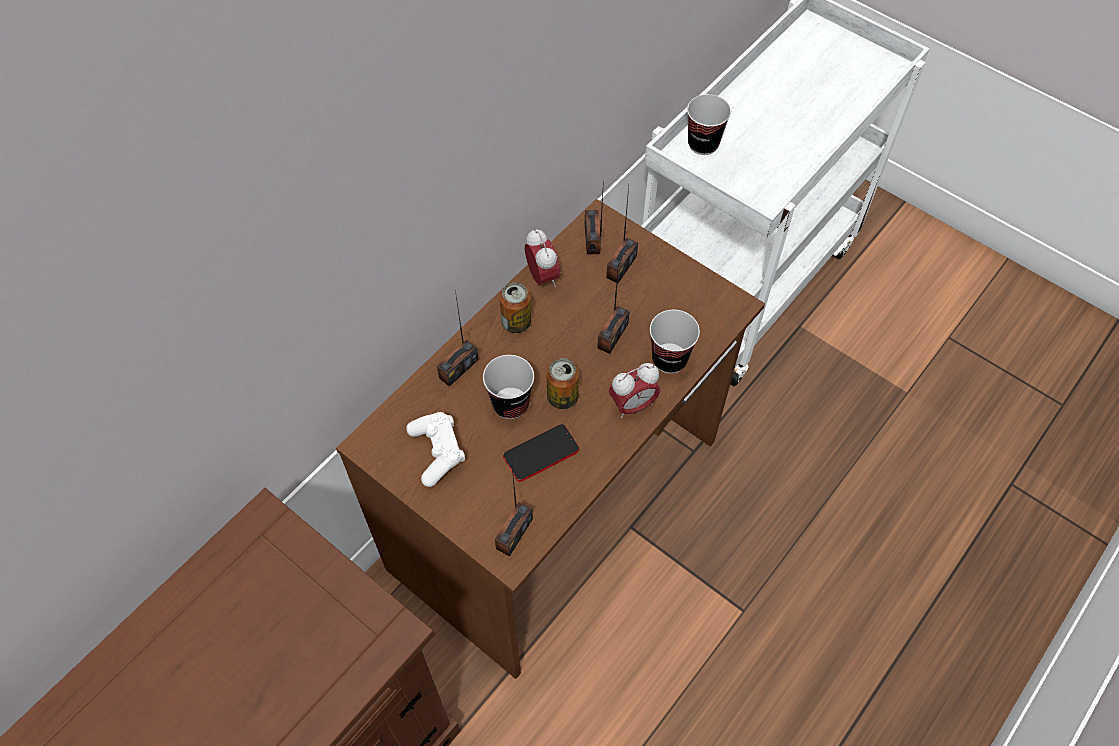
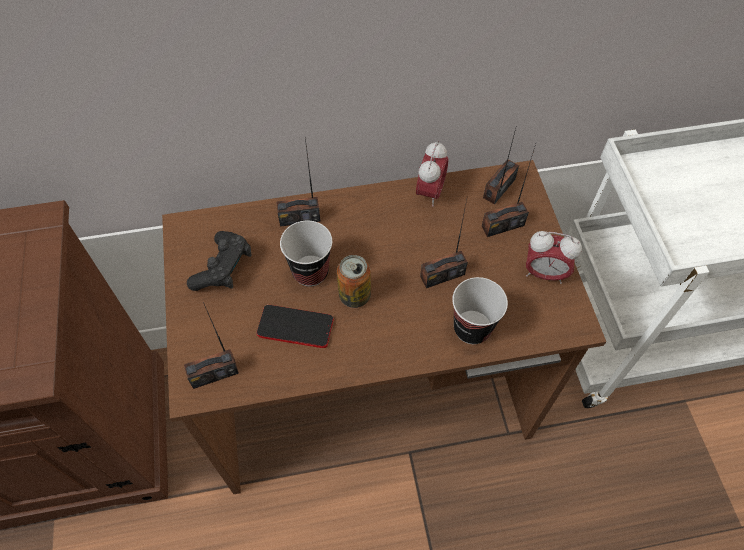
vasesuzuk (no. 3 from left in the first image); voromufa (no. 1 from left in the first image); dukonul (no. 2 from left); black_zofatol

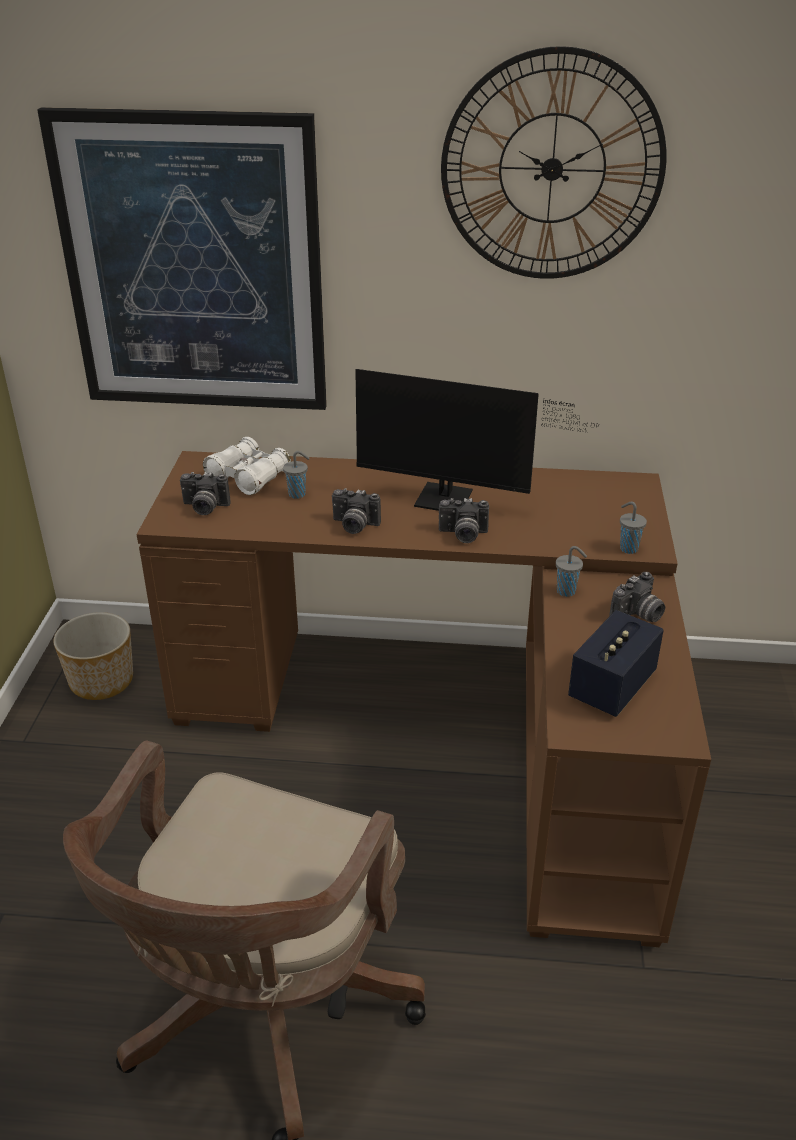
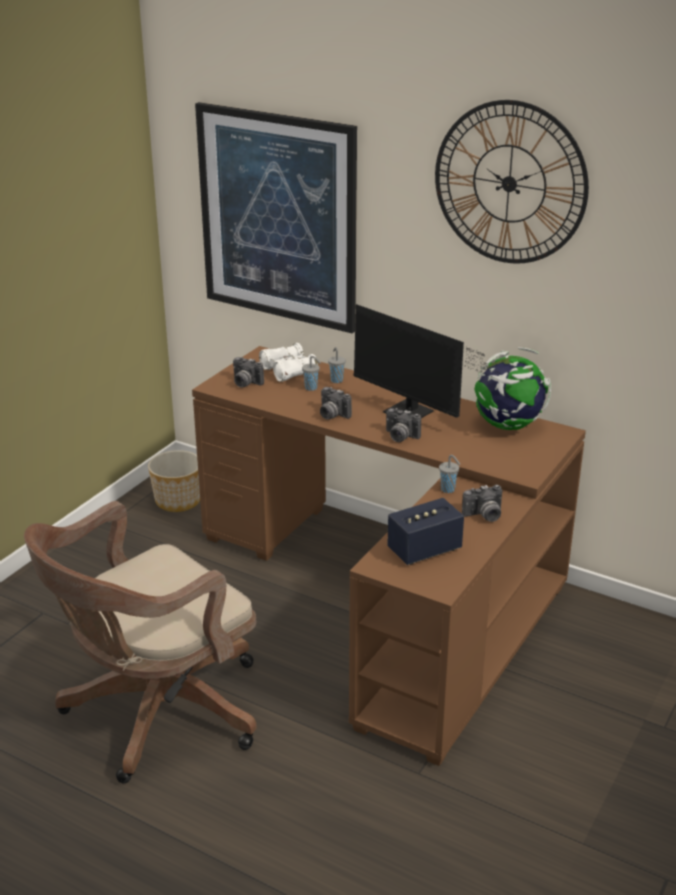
grey_vasesuzuk (no. 2 from left); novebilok

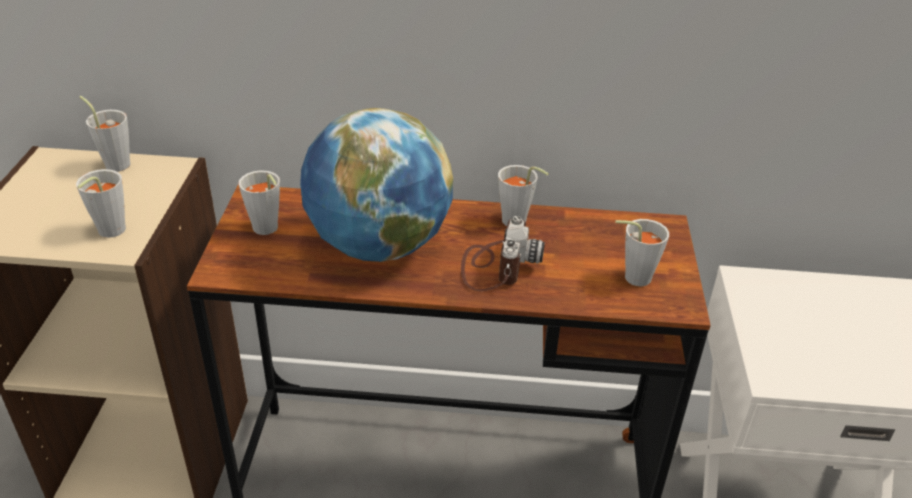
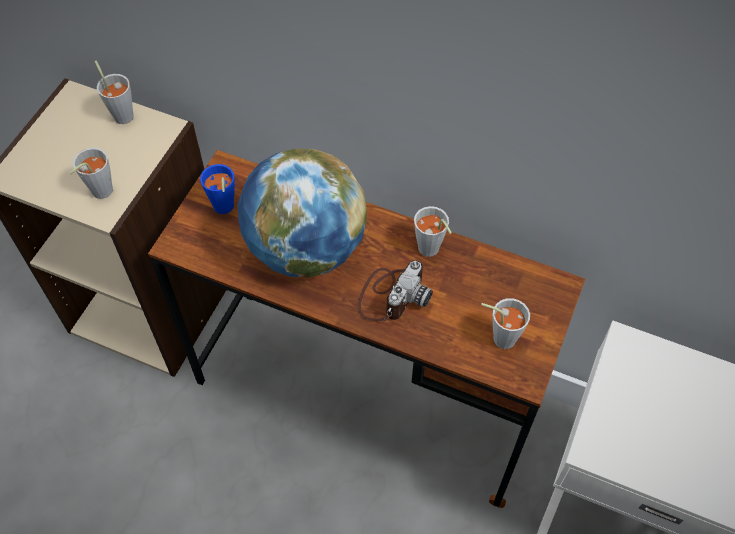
blue_vasesuzuk

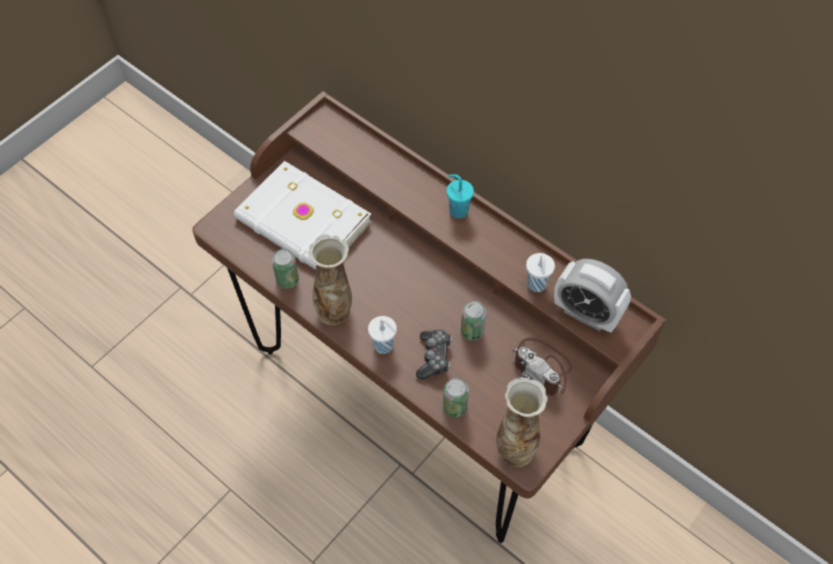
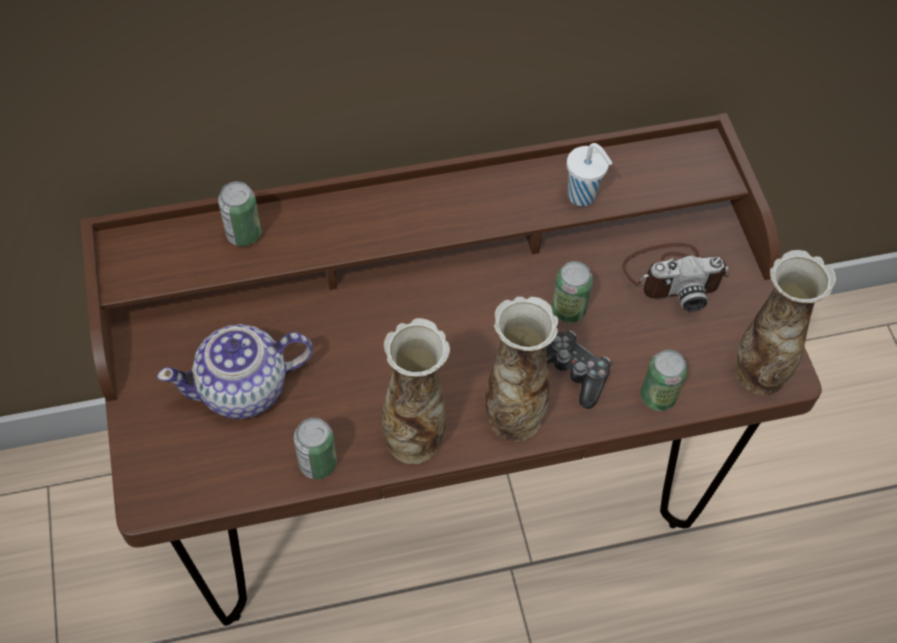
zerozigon; turquoise_vasesuzuk; dukonul; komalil (no. 2 from left); voromufa (no. 1 from left)

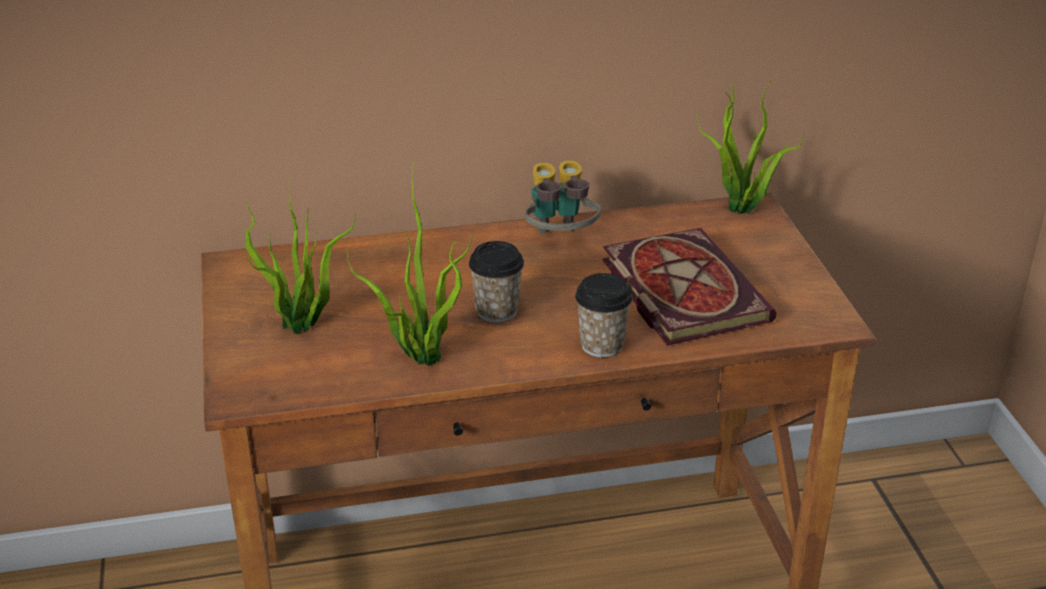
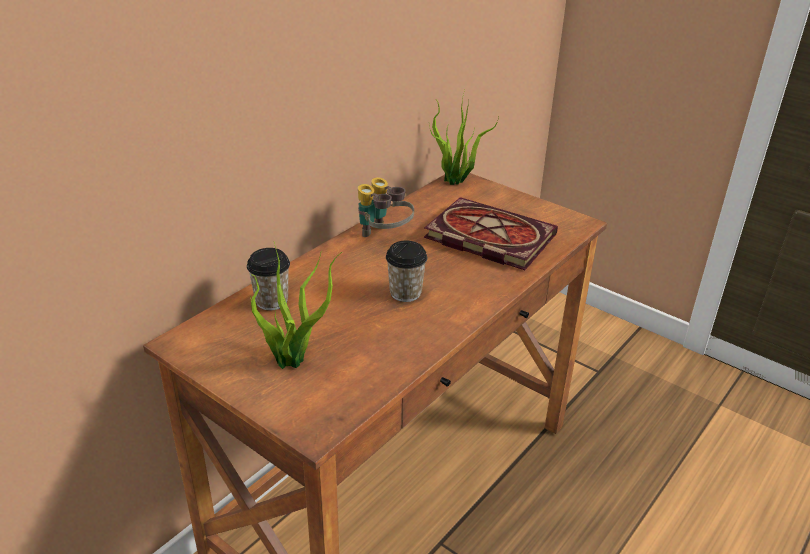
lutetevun (no. 2 from left in the first image); vasesuzuk (no. 1 from left)

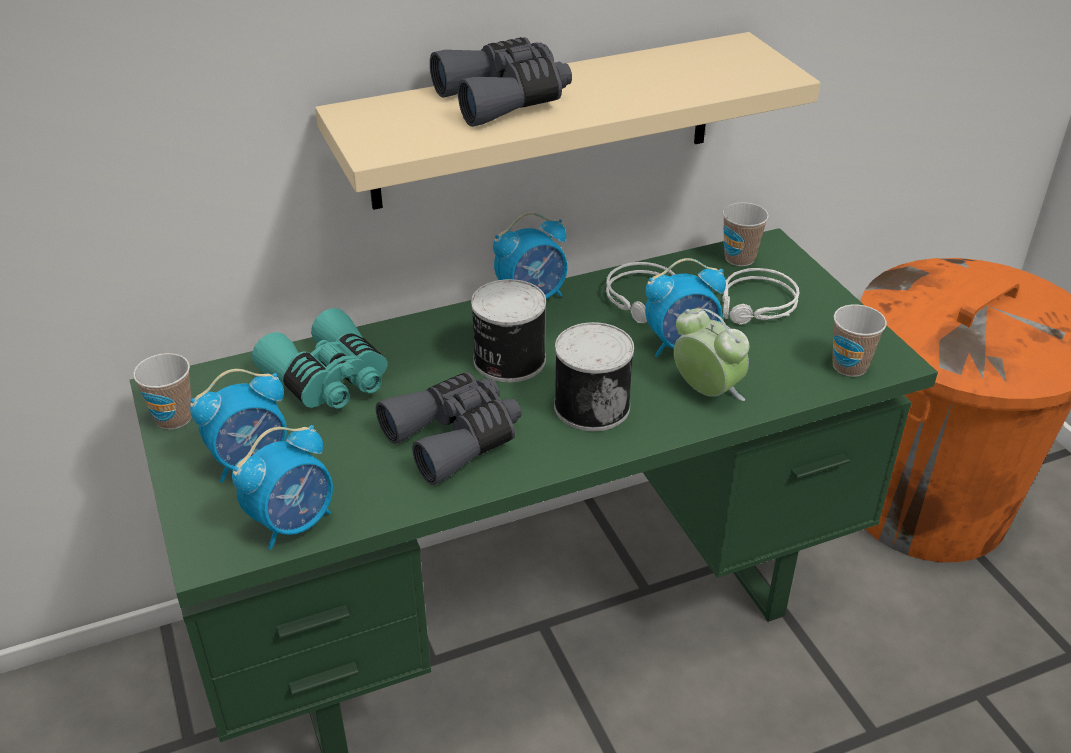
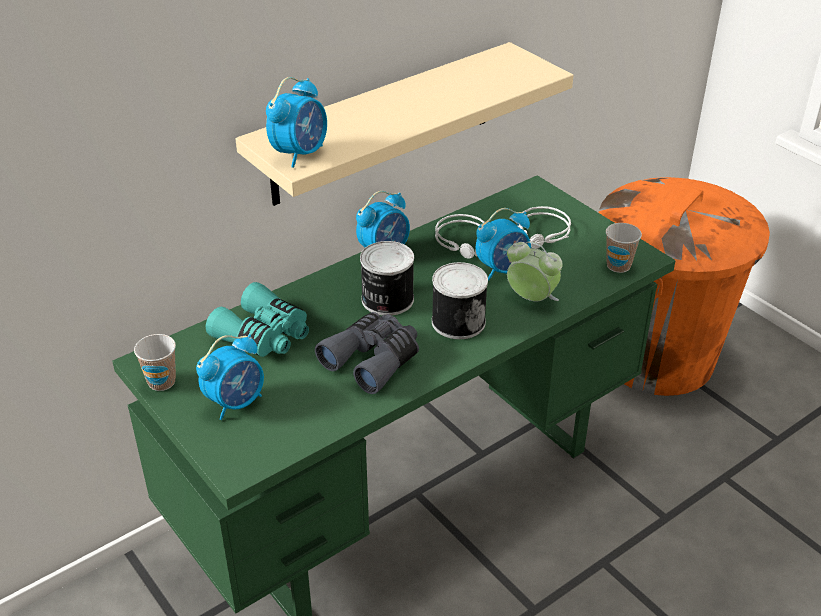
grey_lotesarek (no. 2 from left in the first image); vasesuzuk (no. 2 from left in the first image); dukonul (no. 2 from left)

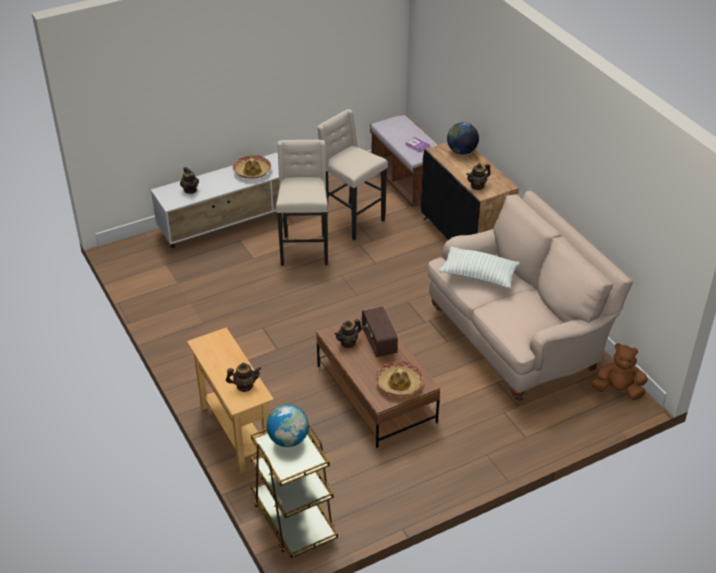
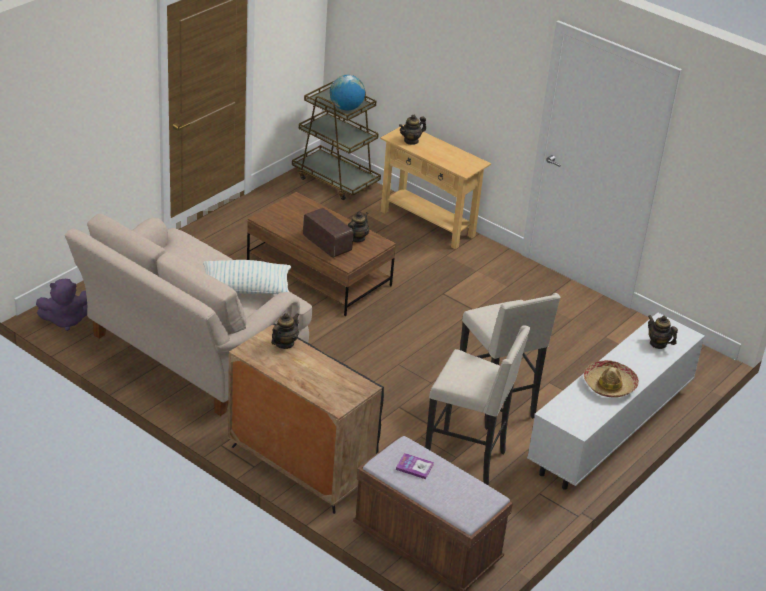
novebilok (no. 2 from left in the first image); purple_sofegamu; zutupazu (no. 2 from left in the first image)

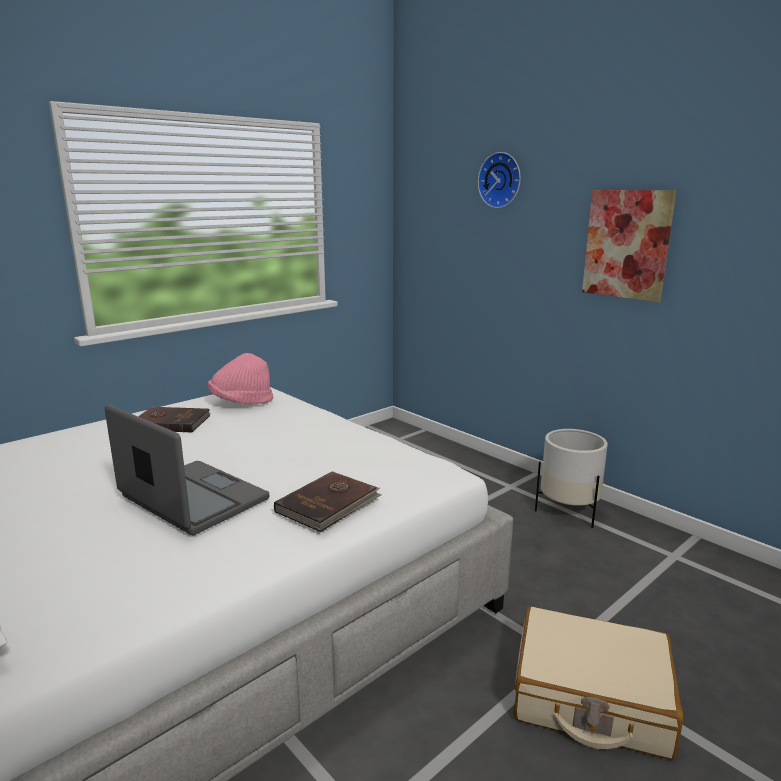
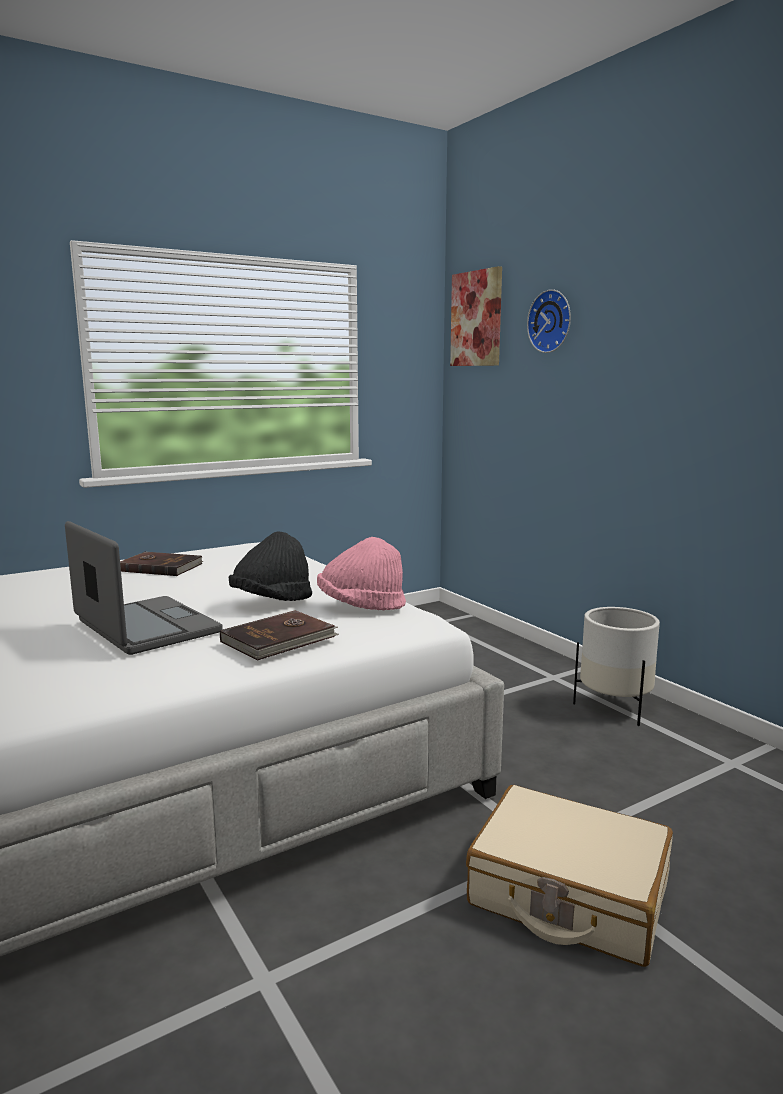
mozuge; pink_zutupazu; black_zutupazu

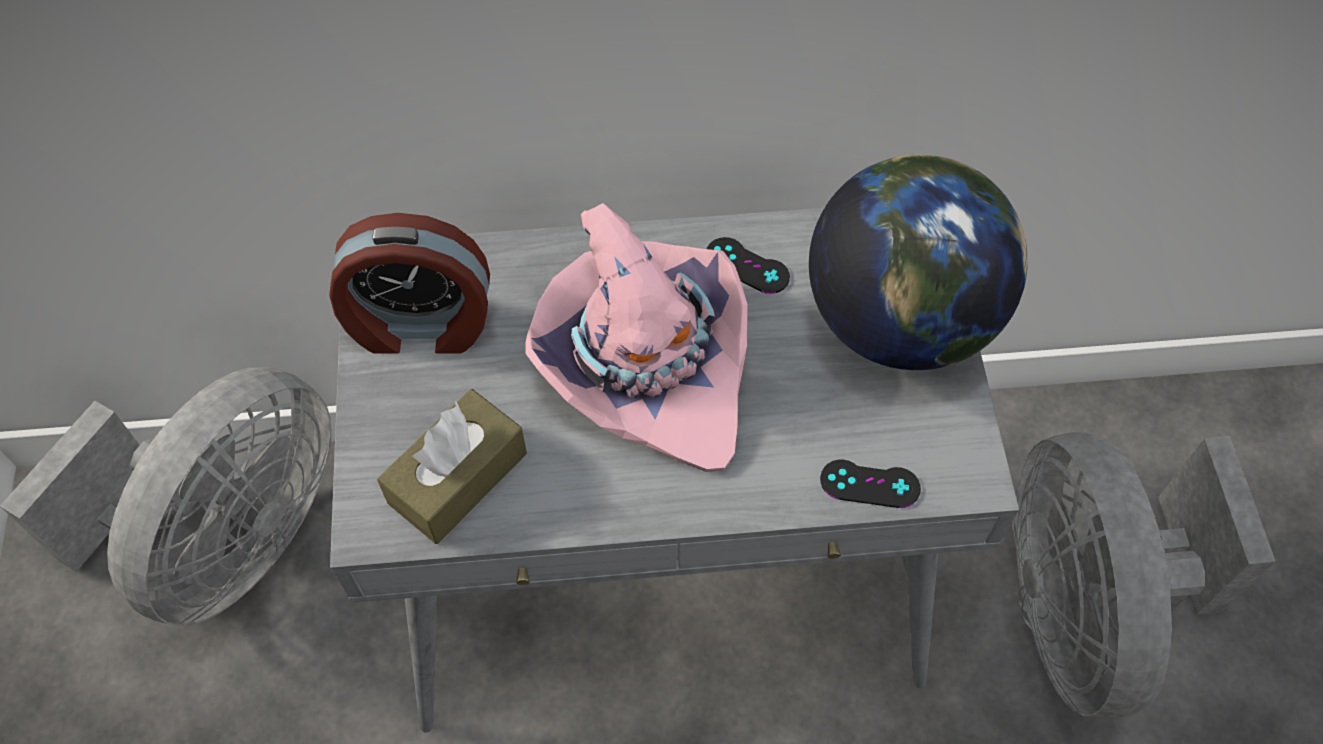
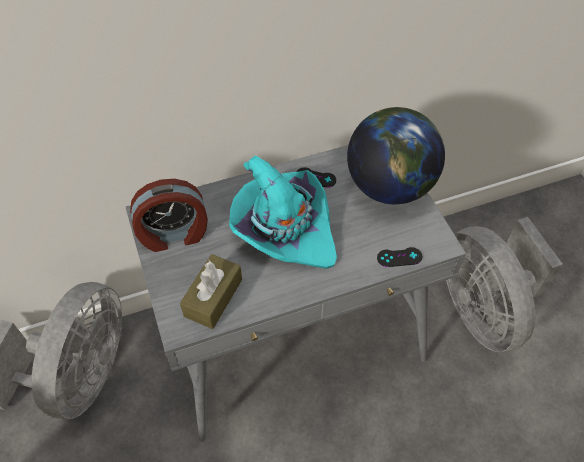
turquoise_zutupazu

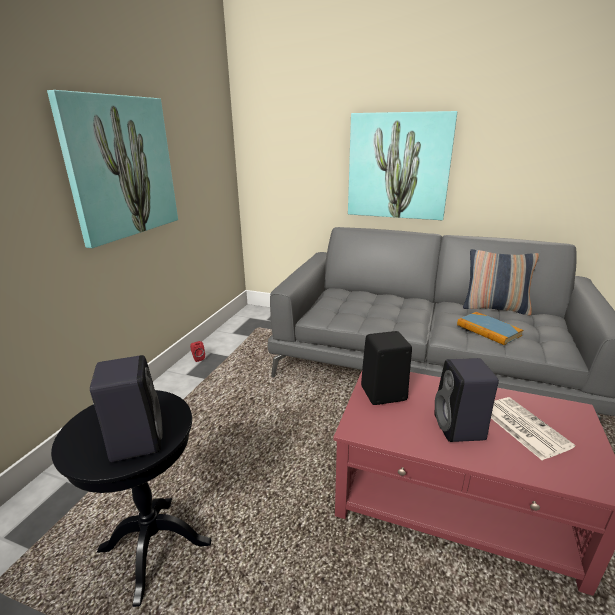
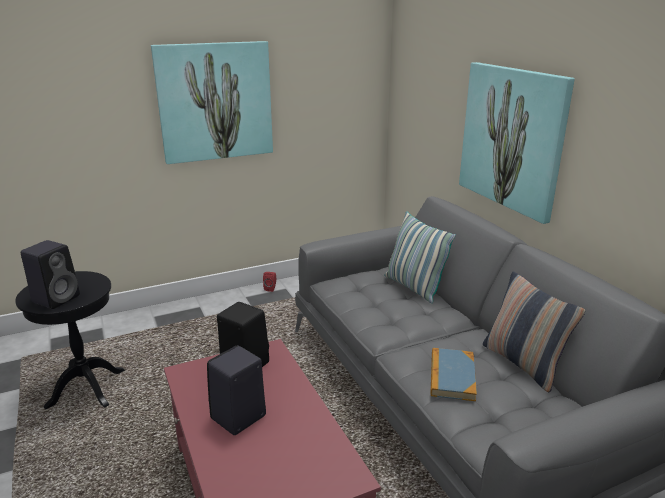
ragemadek; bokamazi (no. 1 from left)

